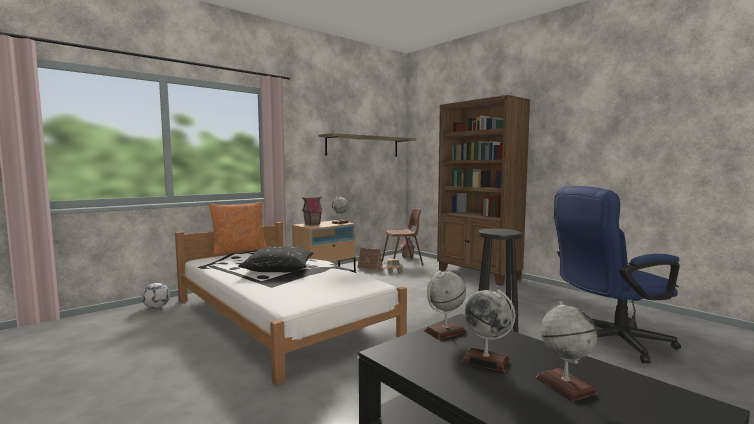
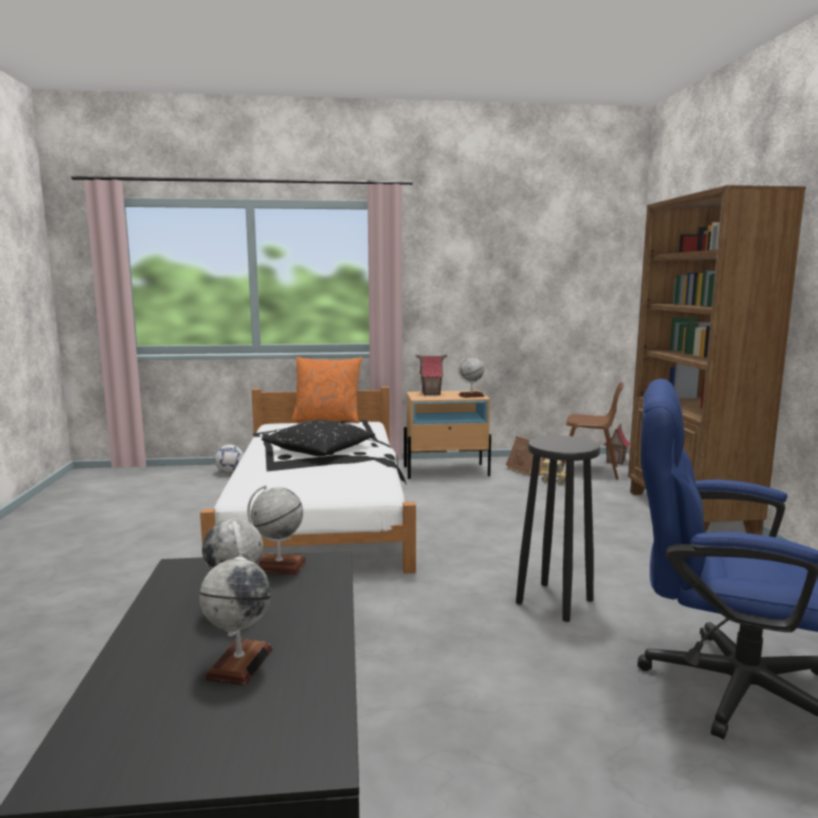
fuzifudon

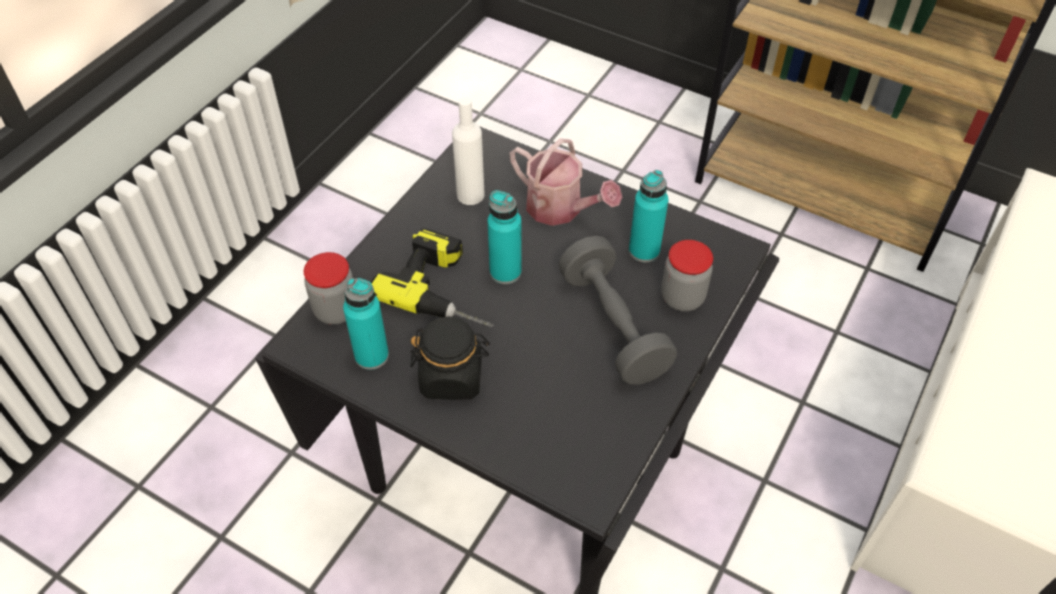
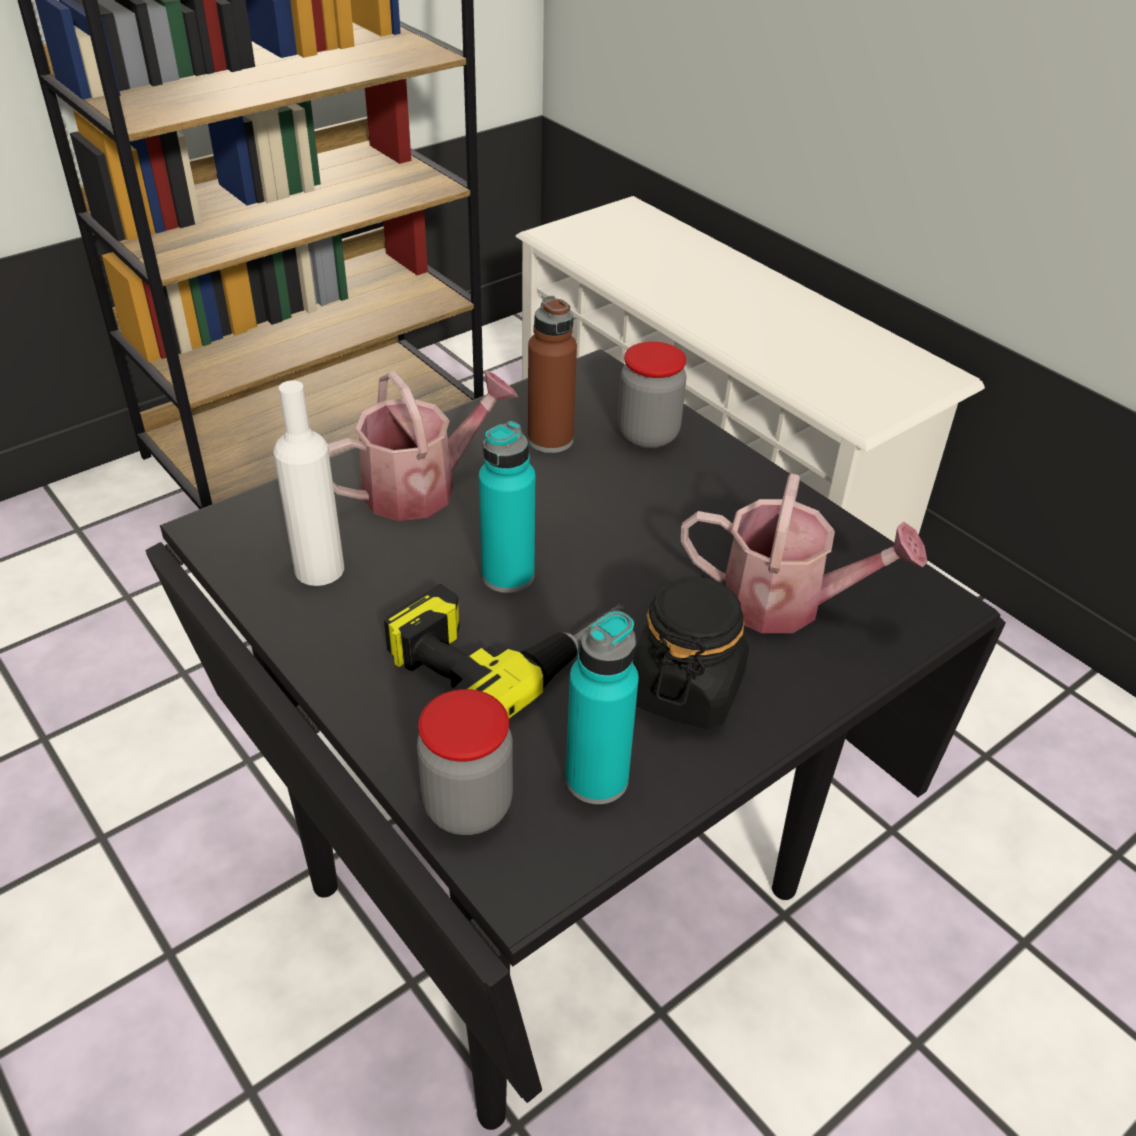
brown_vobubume; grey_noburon; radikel (no. 2 from left)

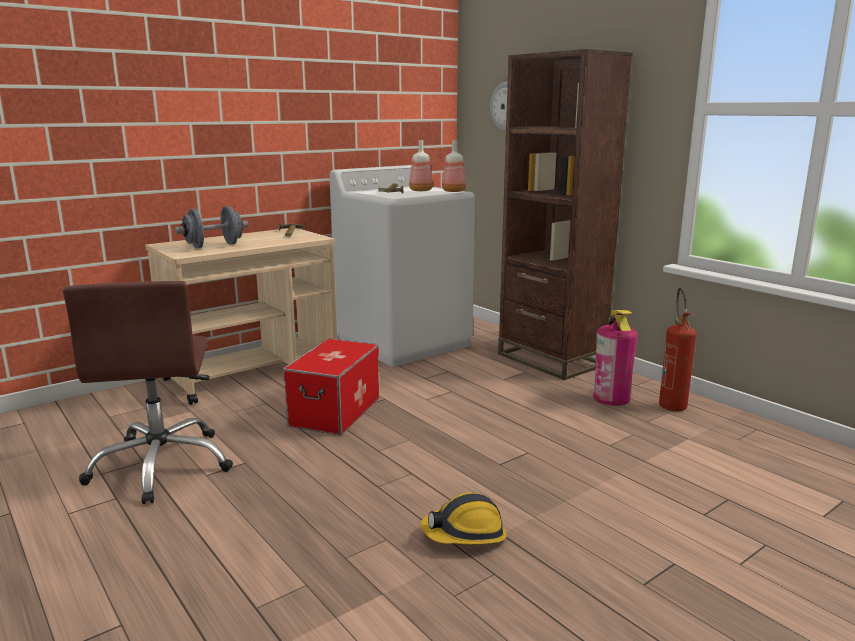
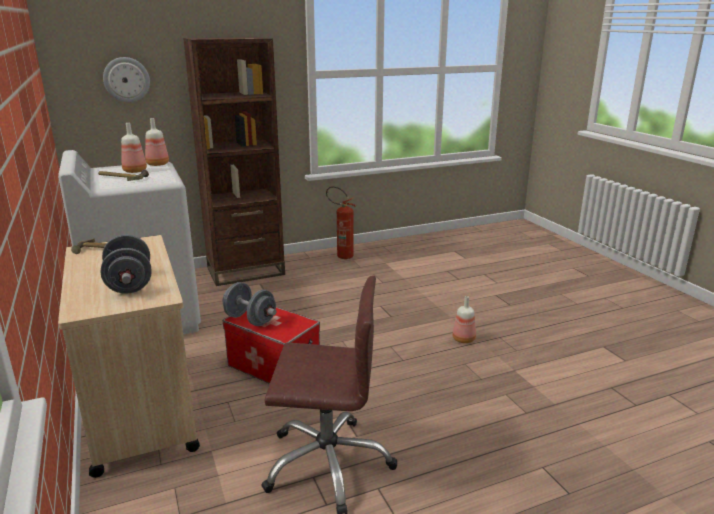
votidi (no. 1 from left in the first image); vobubume (no. 3 from left); grey_noburon (no. 2 from left)

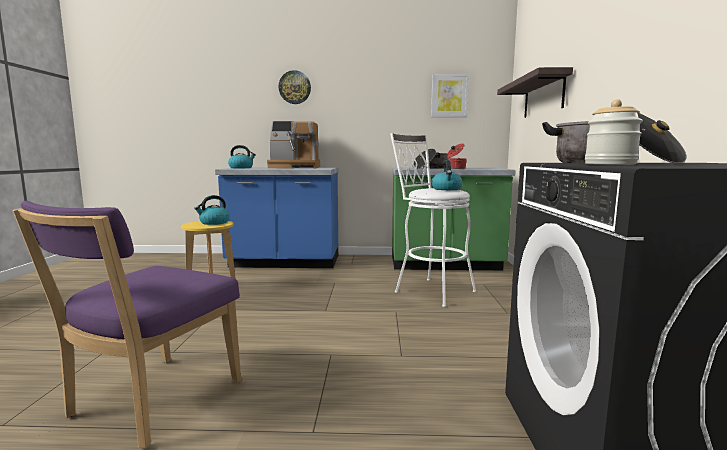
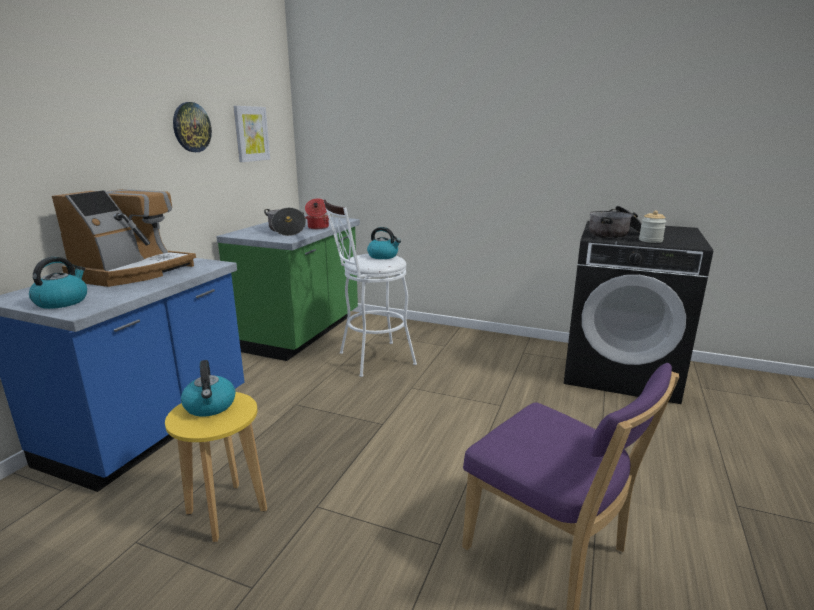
fuzifudon; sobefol

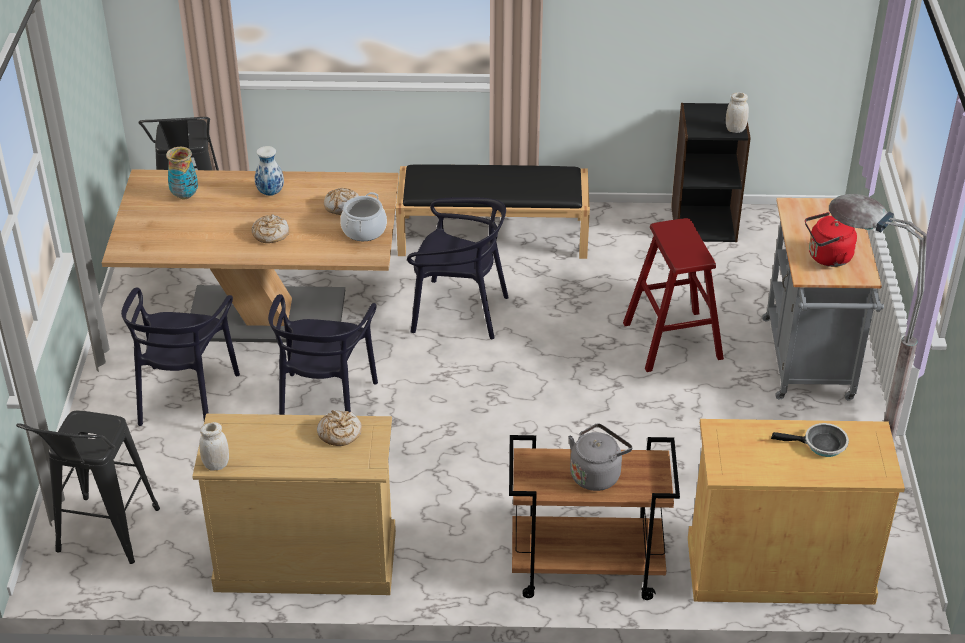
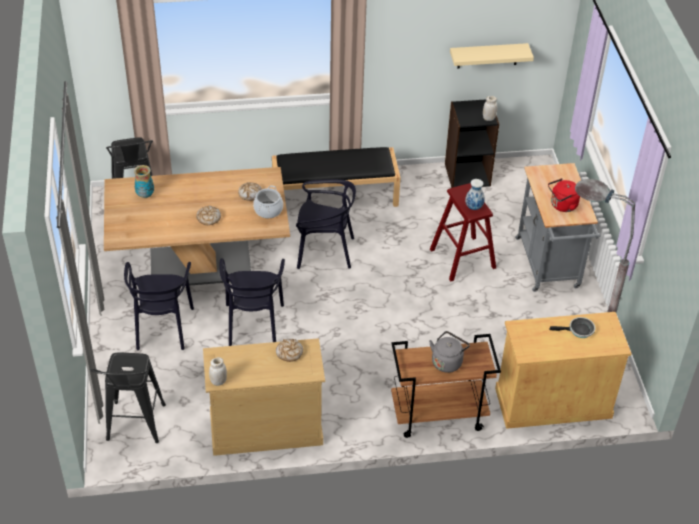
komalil (no. 2 from left); beige_fuzifudon

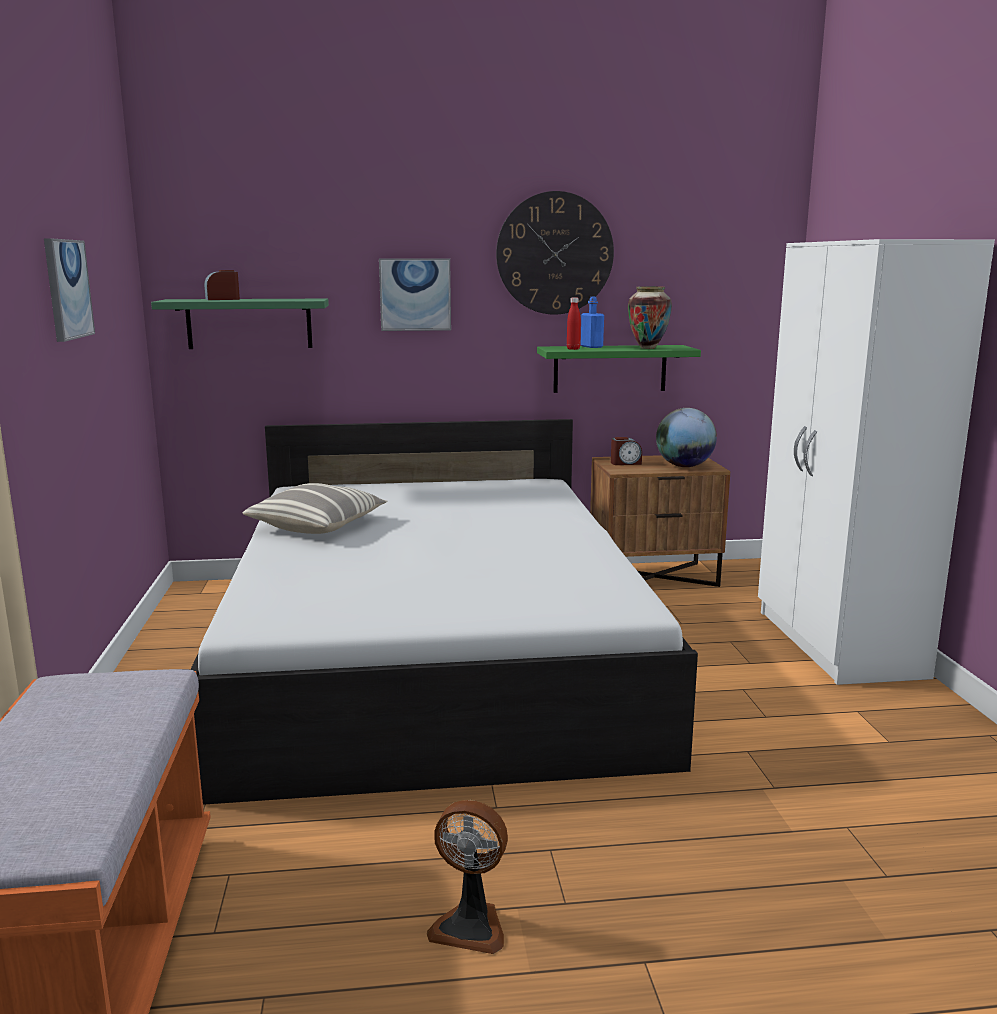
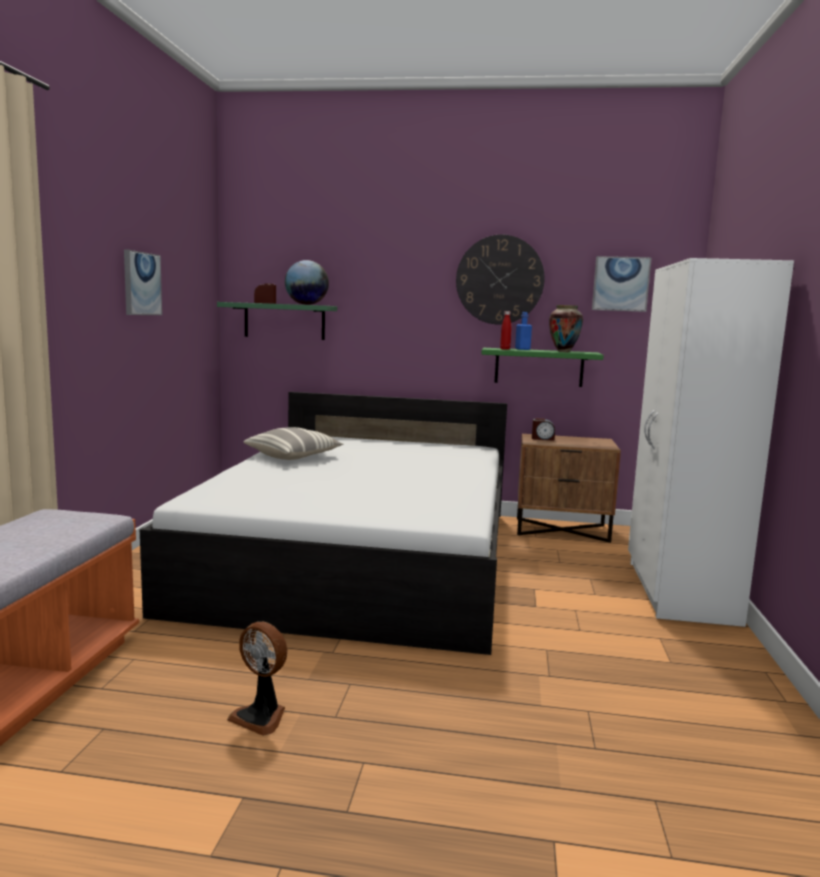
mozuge (no. 2 from left); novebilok

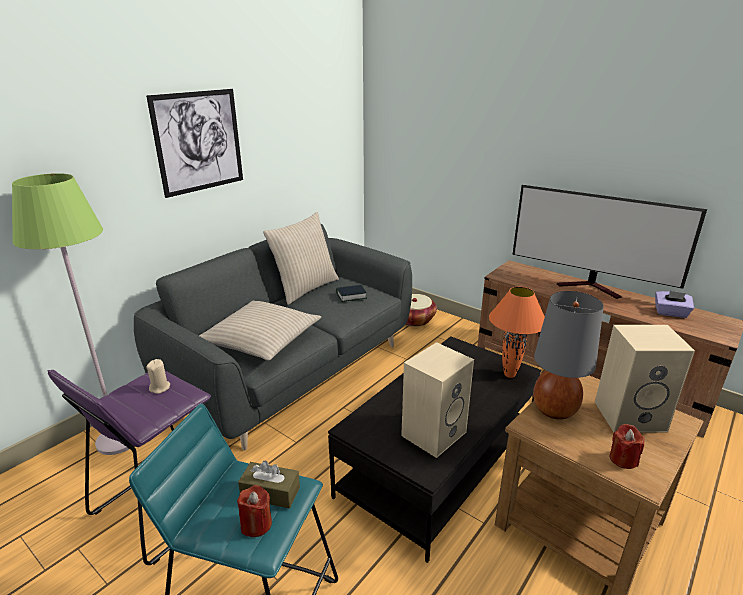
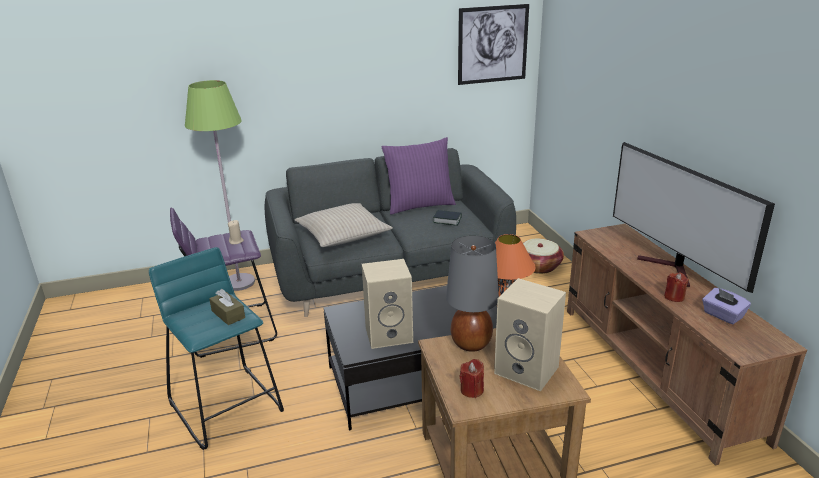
mozuge; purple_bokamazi; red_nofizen (no. 2 from left)

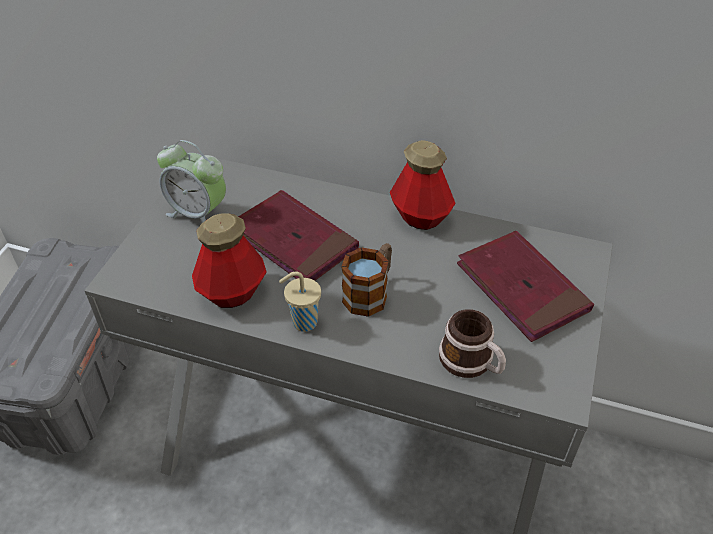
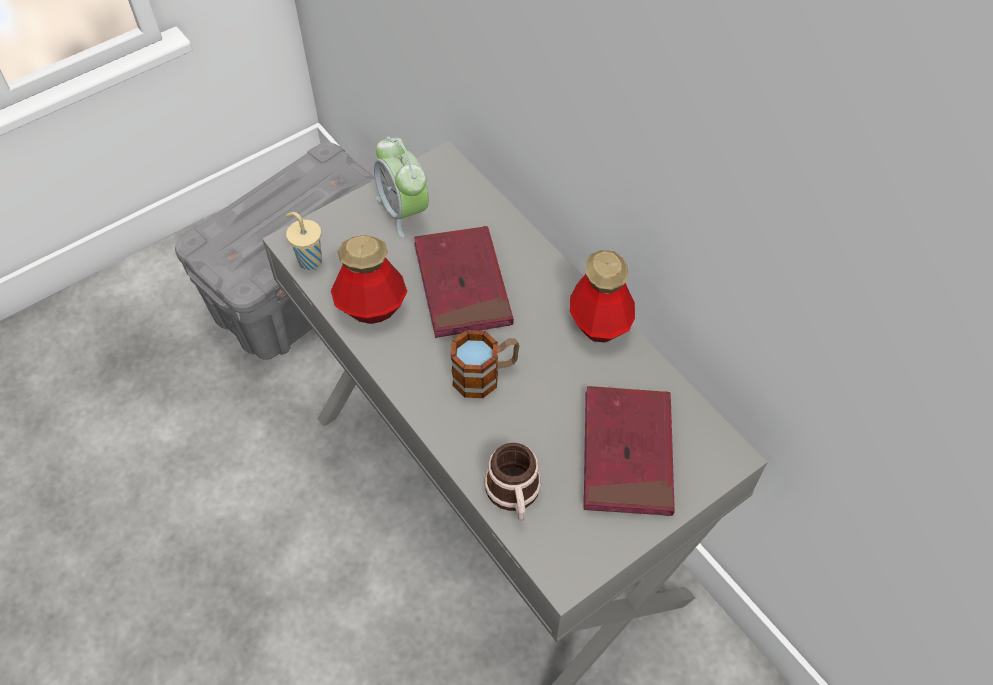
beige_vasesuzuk

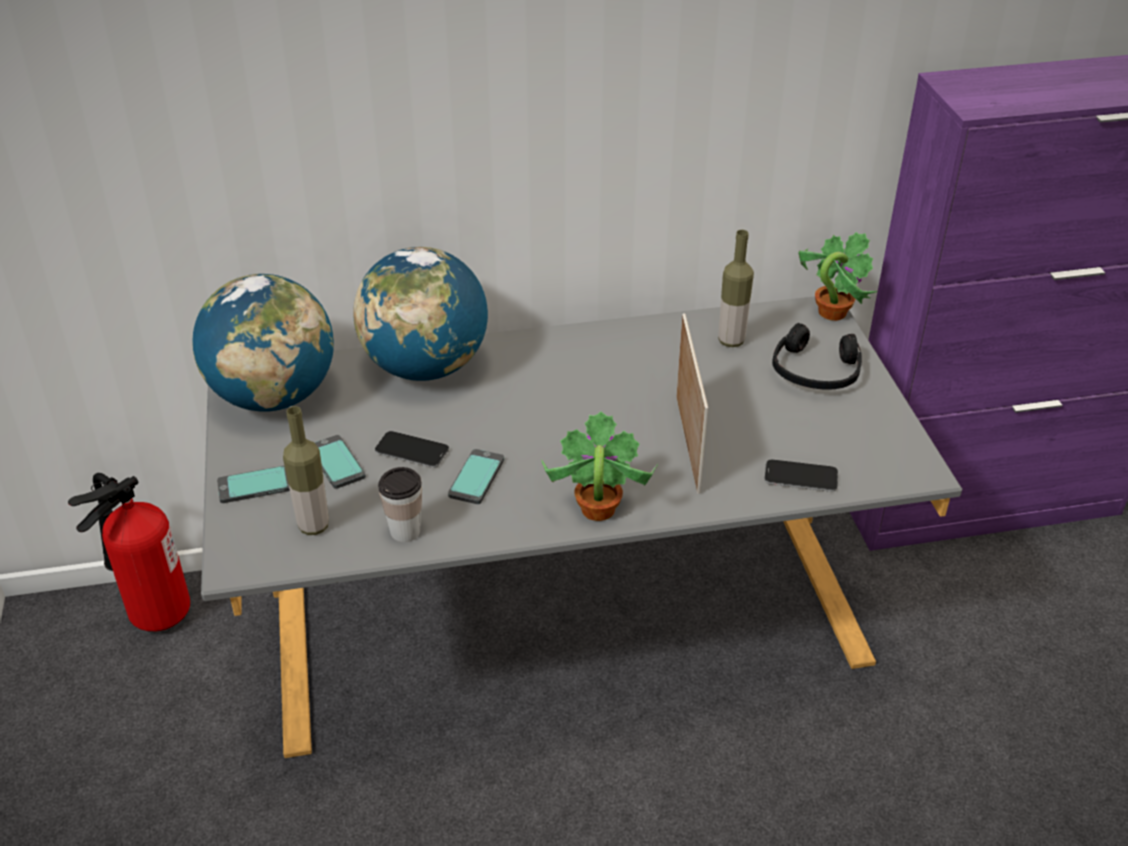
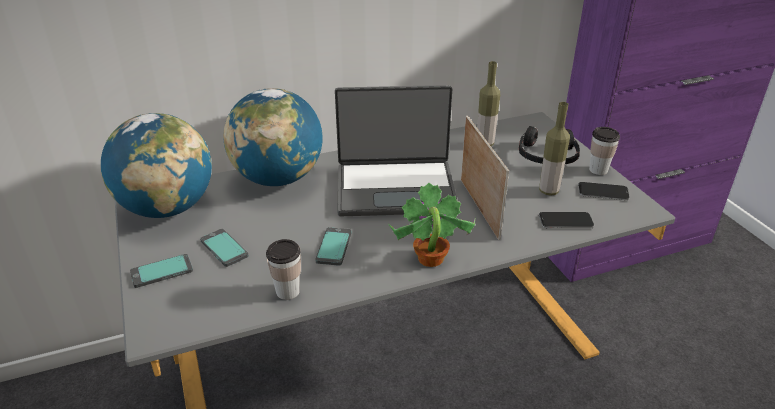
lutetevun (no. 2 from left in the first image); vobubume (no. 2 from left); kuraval (no. 5 from left); votidi; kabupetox; vasesuzuk (no. 2 from left)

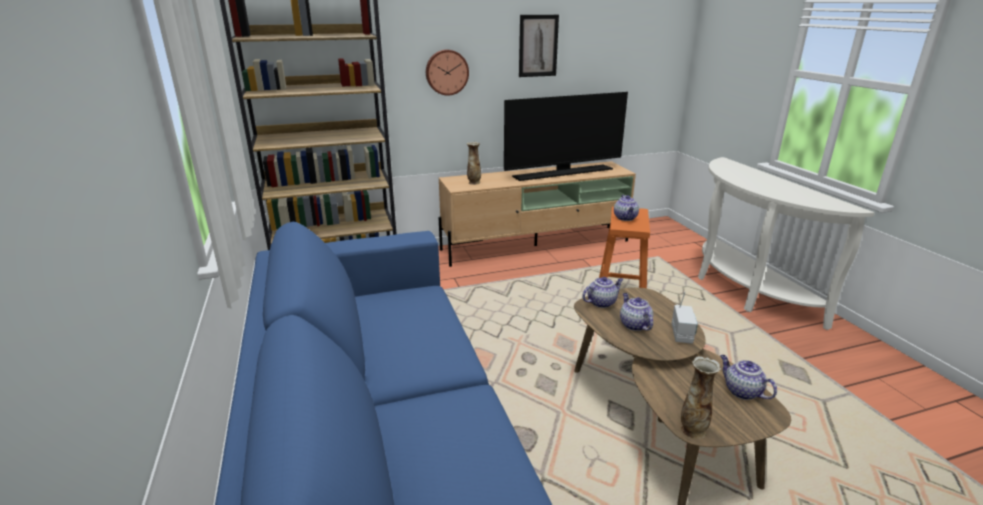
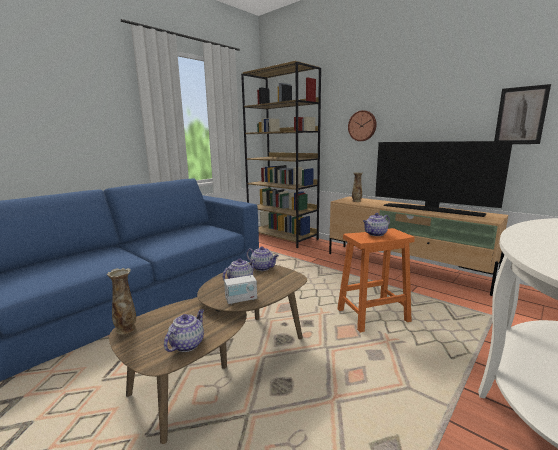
mozuge

